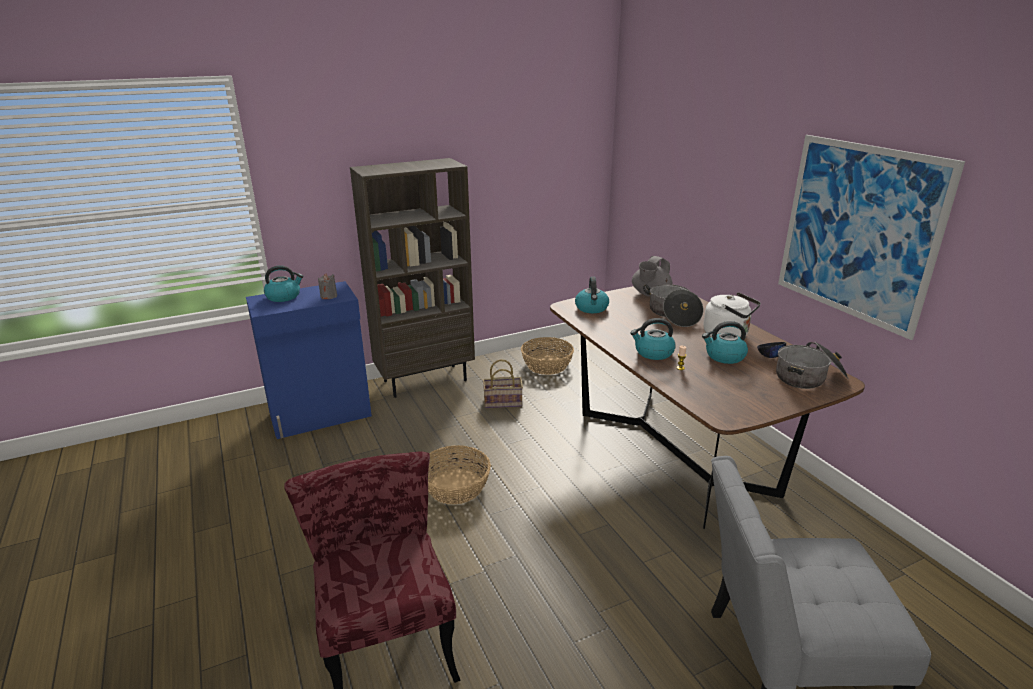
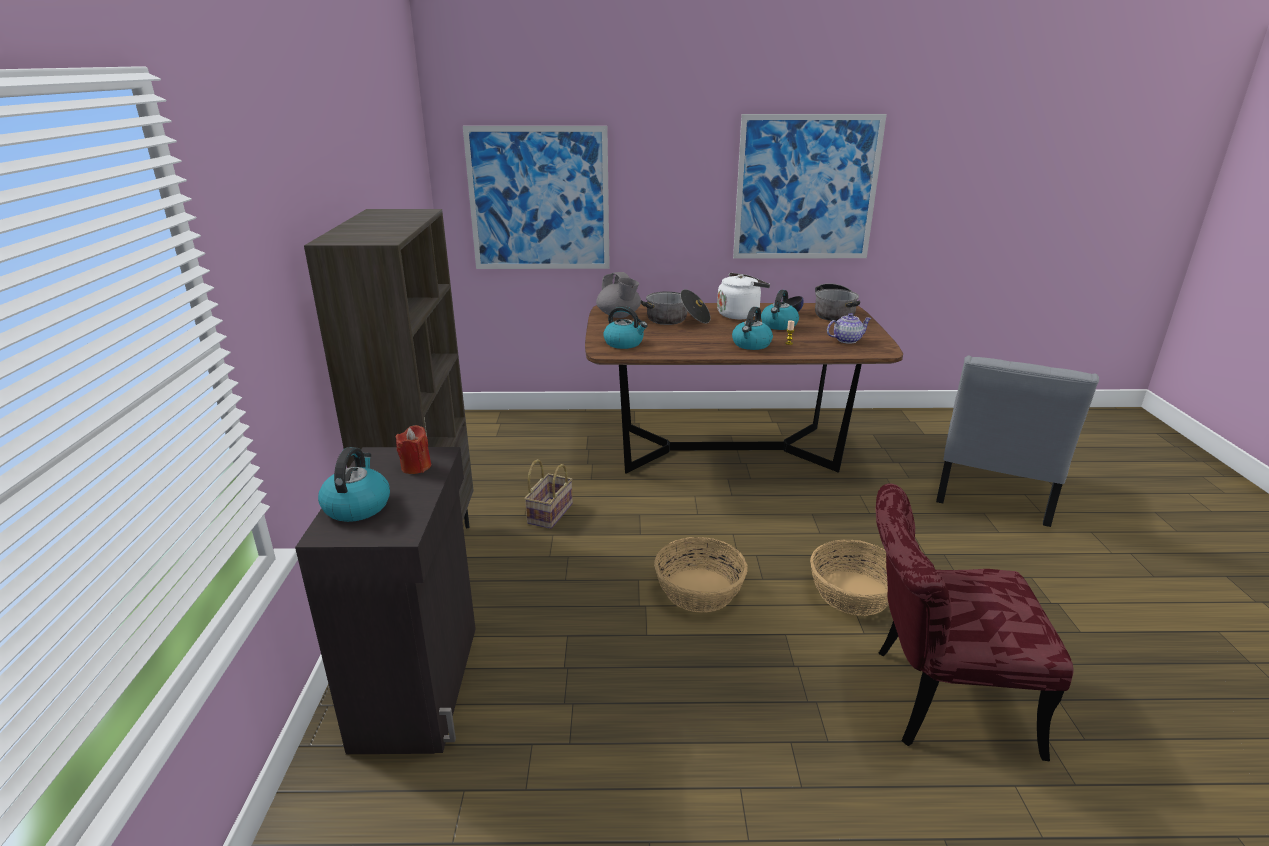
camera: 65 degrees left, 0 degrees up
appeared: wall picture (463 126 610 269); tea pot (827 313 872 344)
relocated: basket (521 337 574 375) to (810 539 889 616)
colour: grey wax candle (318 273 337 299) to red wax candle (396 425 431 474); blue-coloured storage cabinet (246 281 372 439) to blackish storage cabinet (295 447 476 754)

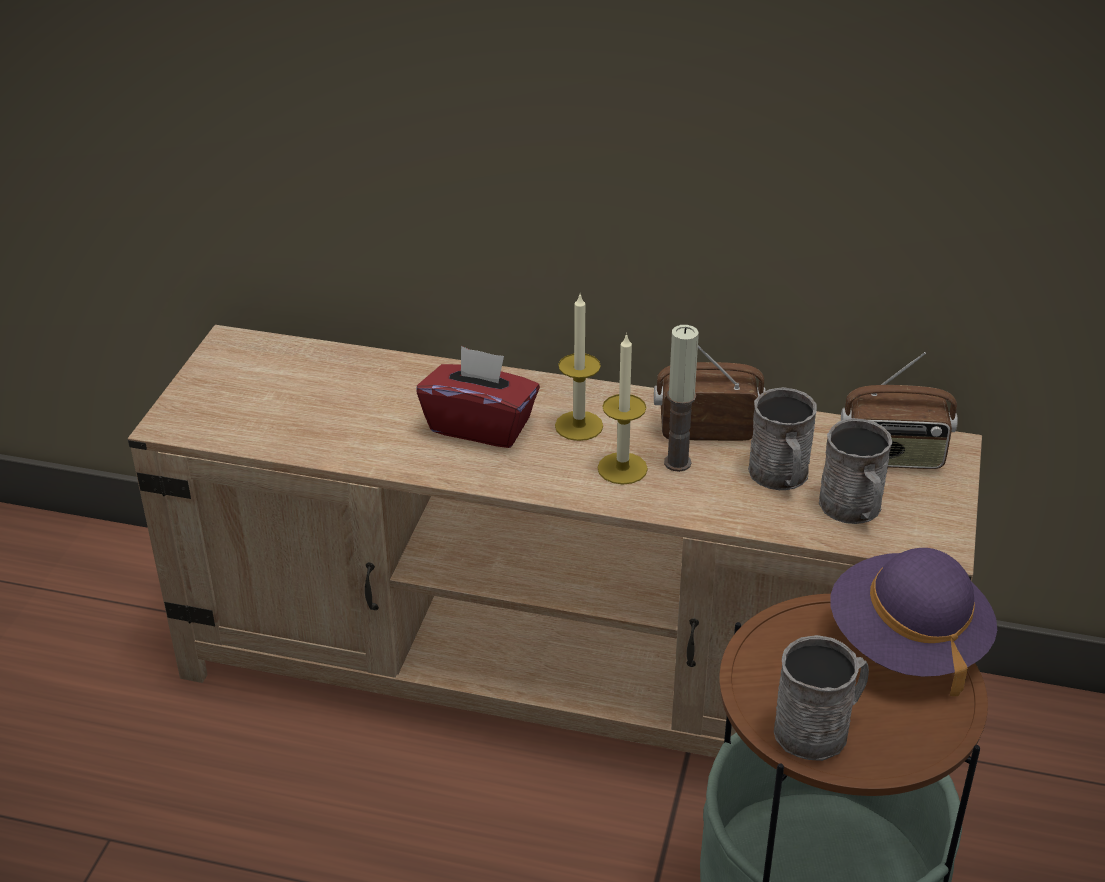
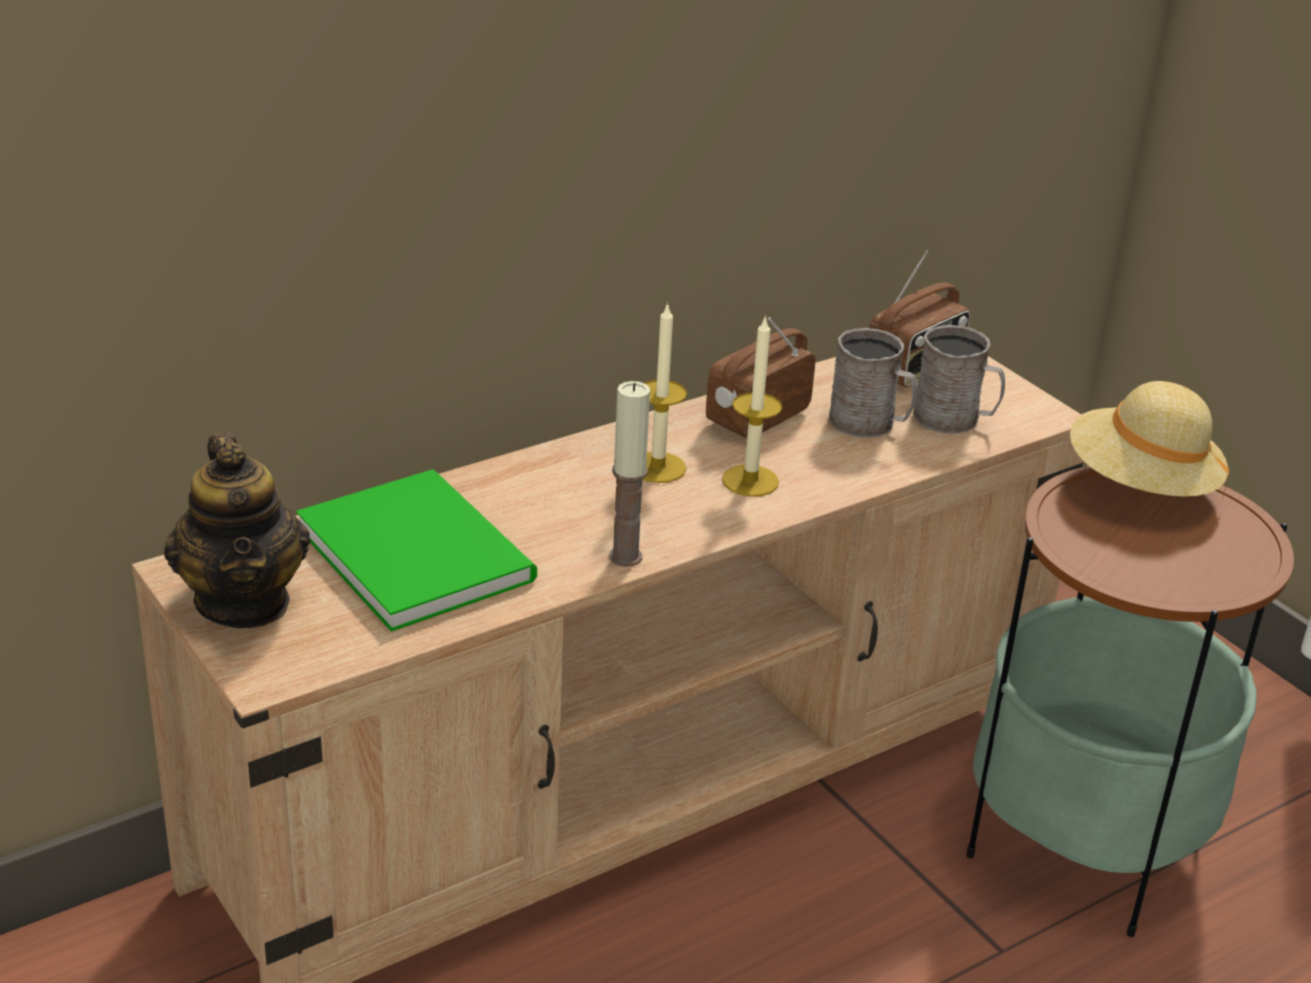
camera: 50 degrees left, 5 degrees down
missing: red tissue holder (416 346 540 448); grey coffee mug (774 635 869 761)
appeared: tea pot (164 433 310 628); green-coloured volume (296 469 537 632)
relocated: wax candle (664 325 699 472) to (609 381 650 567)
colour: purple-coloured hat (830 548 997 696) to sand-coloured hat (1070 381 1229 497)

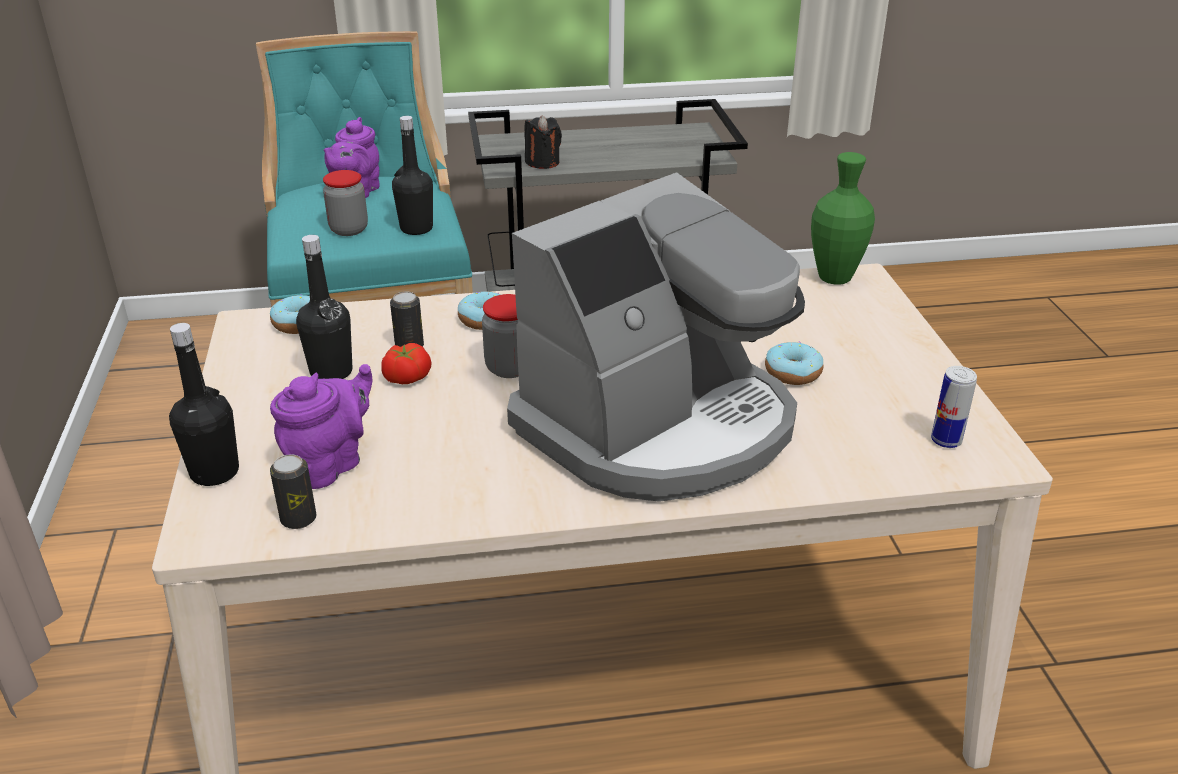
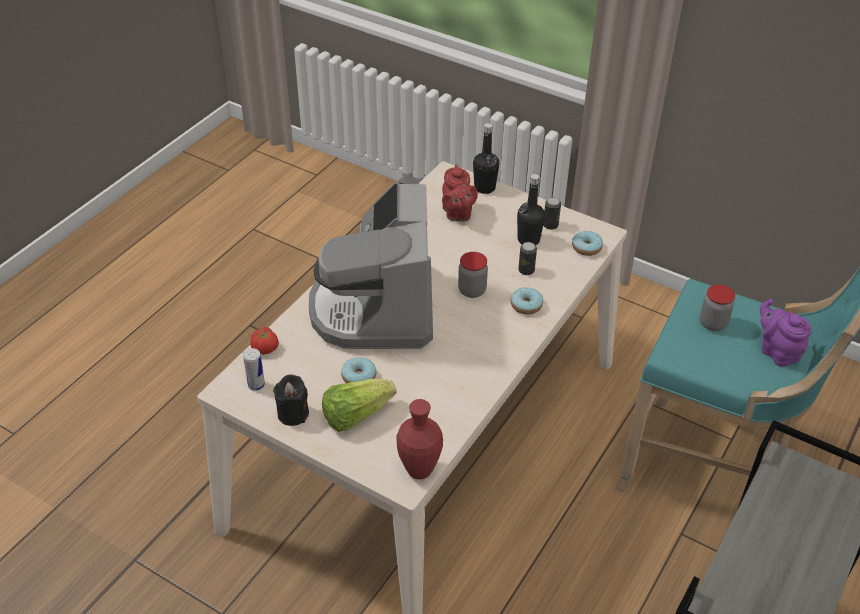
camera: 130 degrees right, 10 degrees up
missing: blackish bottle (392 116 433 235)
appeared: head of lettuce (322 379 396 432)
relocated: blackish wax candle (524 115 562 169) to (273 375 309 426); whole tomato (381 343 432 384) to (250 327 279 355); metal can (270 454 317 529) to (543 197 561 230)
colour: green-coloured decorative vase (811 152 875 285) to red decorative vase (396 399 443 480); purple-coloured tea pot (270 364 373 489) to red tea pot (442 164 478 221)

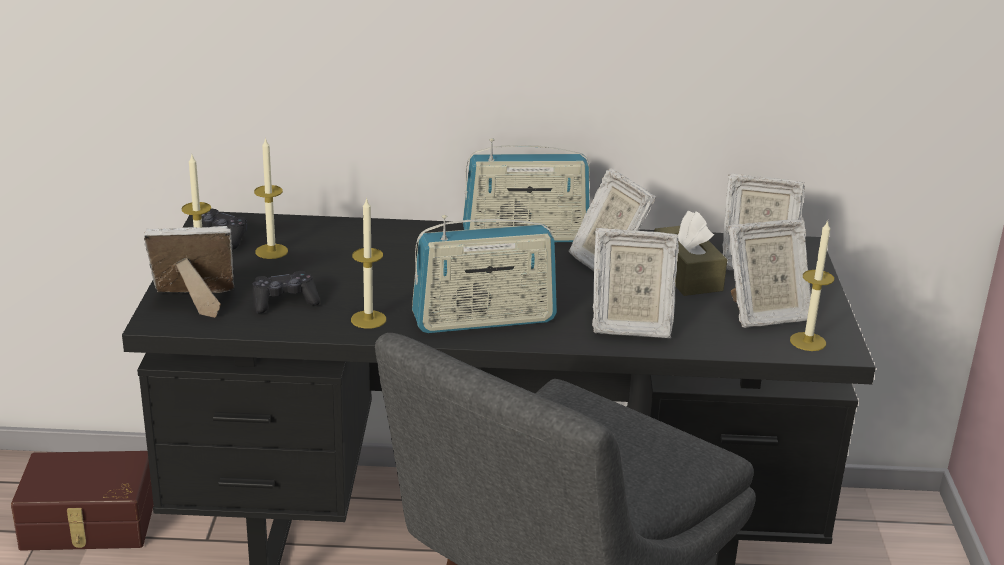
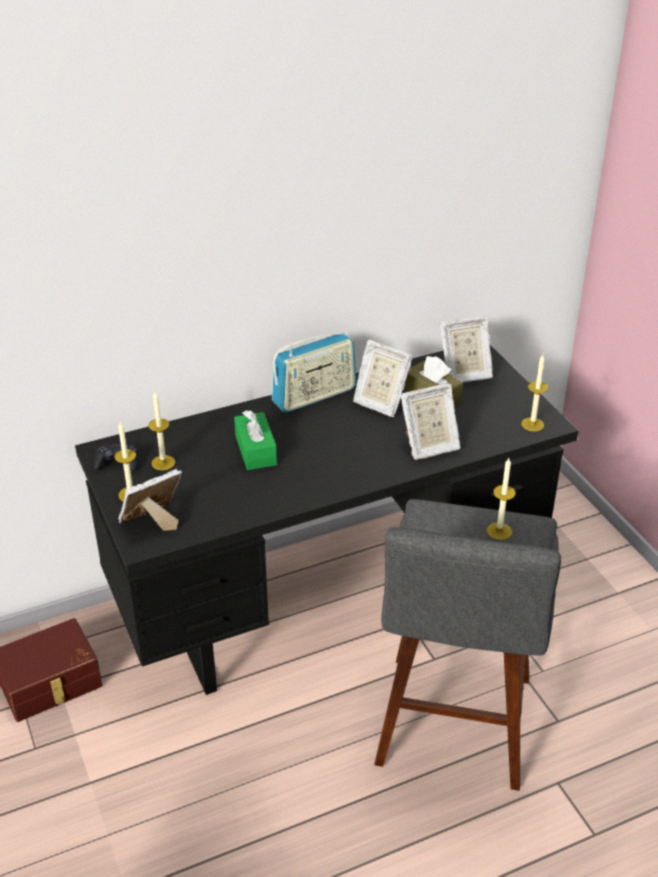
camera: 25 degrees left, 10 degrees up
missing: radio (412 215 557 333); photo frame (728 219 811 328); blackish game controller (252 271 320 313)
appeared: green-coloured tissue holder (234 410 277 470)
relocated: wax candle (351 197 386 329) to (487 458 516 540)

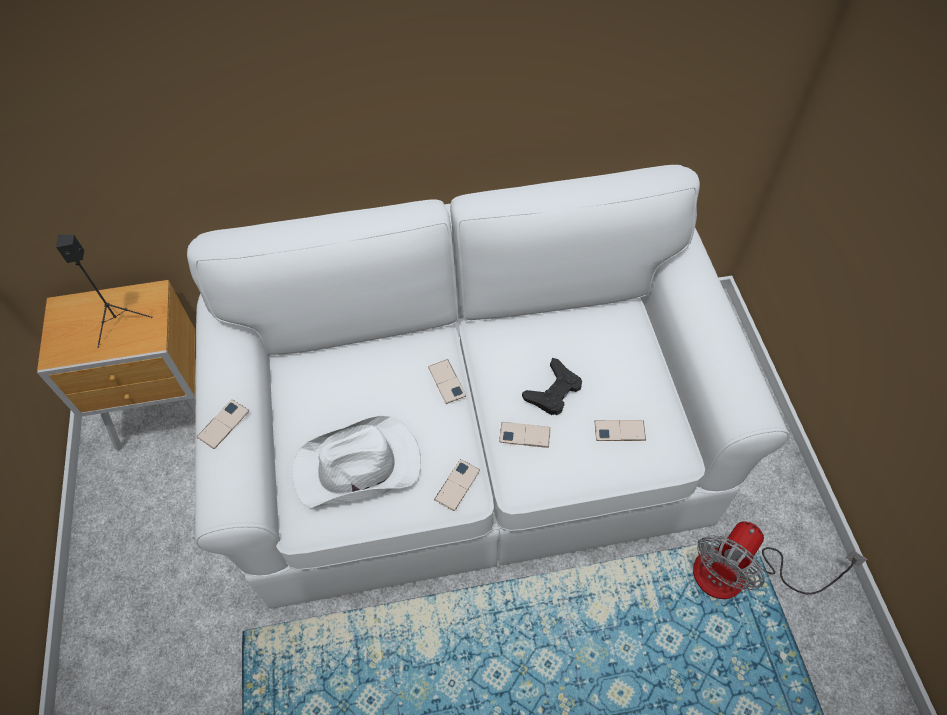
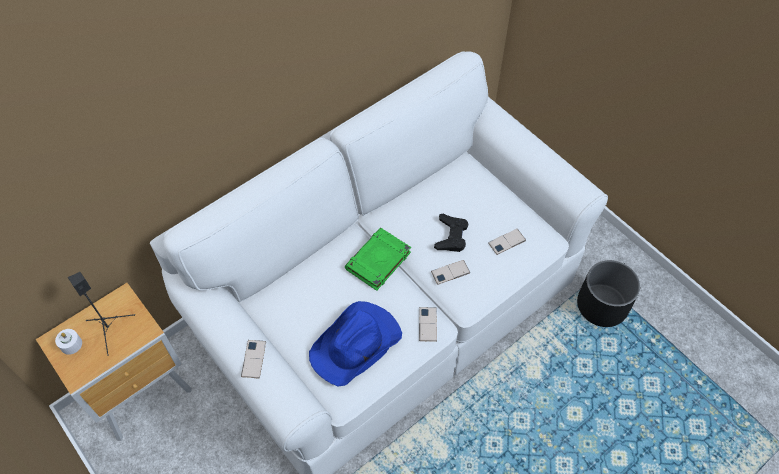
camera: 30 degrees left, 0 degrees up
appeared: white wax candle (55 329 82 355)
exchanged: telephone (428 359 466 404) to green-coloured volume (345 228 411 291); fan (693 521 867 599) to blackish flower pot (577 260 640 327)
colour: white hat (292 415 421 508) to blue-coloured hat (309 301 402 387)

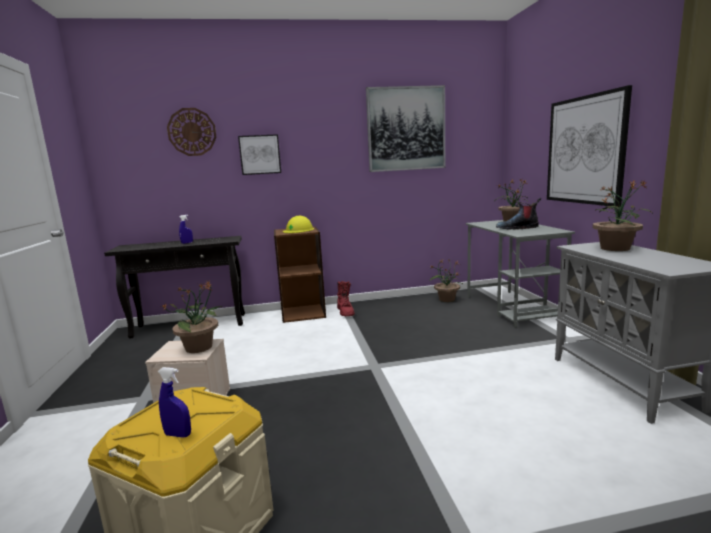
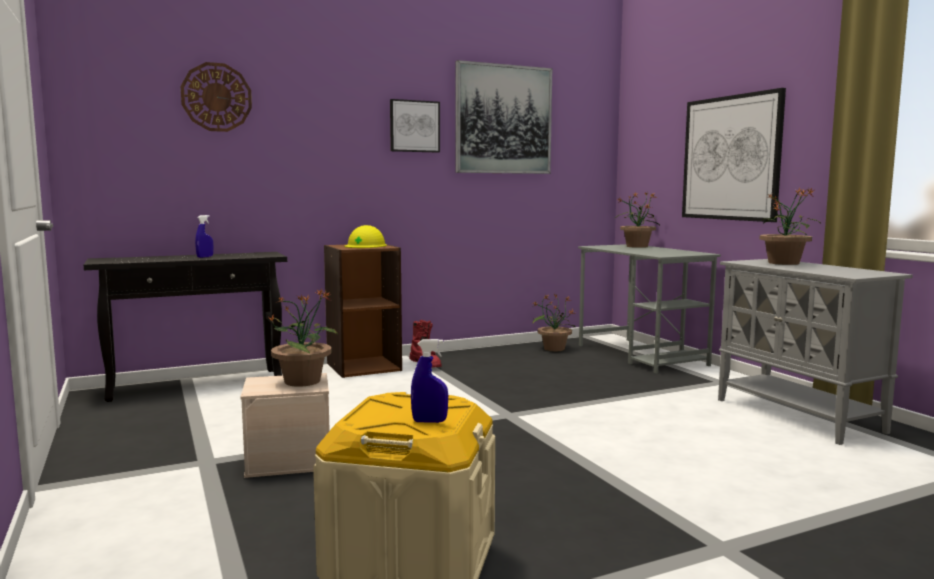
camera: 15 degrees left, 5 degrees down
missing: tall boot (496 198 541 230)
relocated: wall picture (238 134 281 175) to (390 99 440 153)

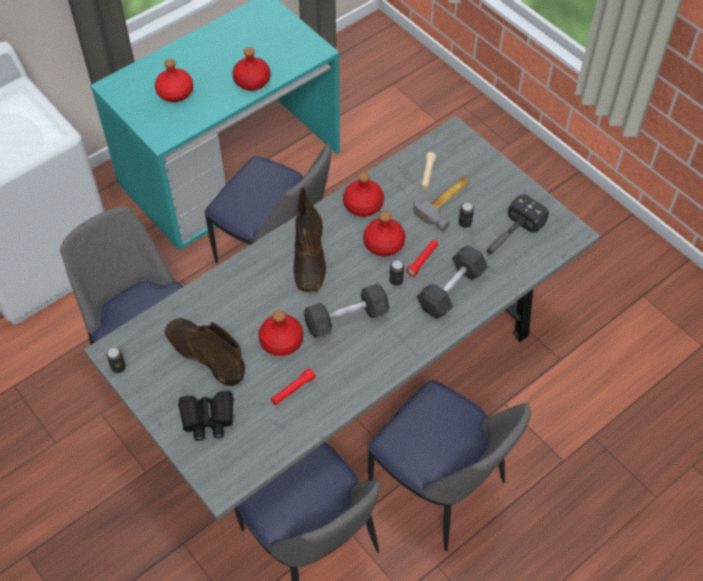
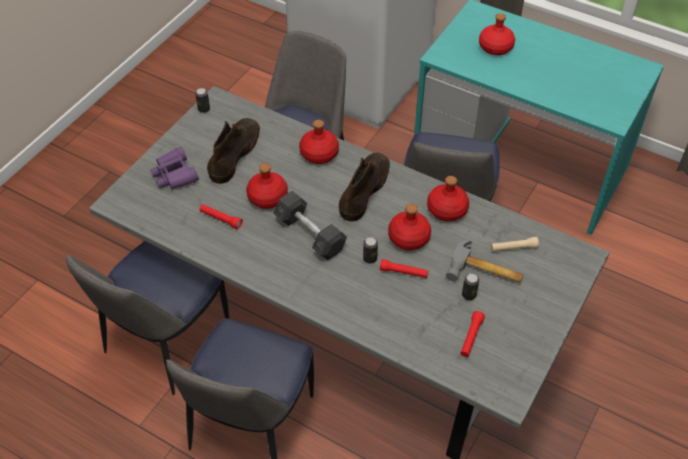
camera: 70 degrees right, 5 degrees down
missing: grey dumbbell (417 245 488 319)
relocated: red bottle (232 47 270 91) to (299 120 339 164)
exchanged: hand hammer (485 194 549 256) to red hand torch (460 311 485 357)
colour: blackish pair of binoculars (178 391 234 441) to purple-coloured pair of binoculars (150 147 199 190)
spun: brownish tall boot (294 187 326 293) = (339 153 390 221) 135 degrees clockwise

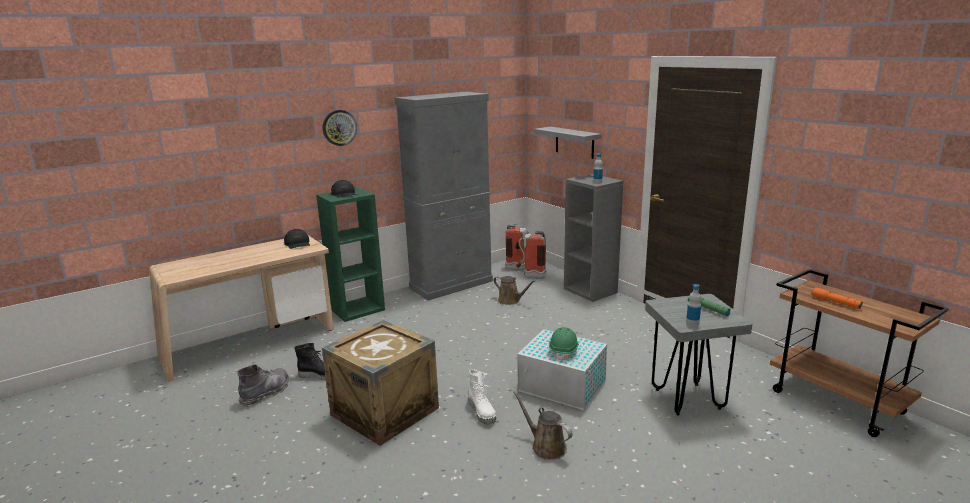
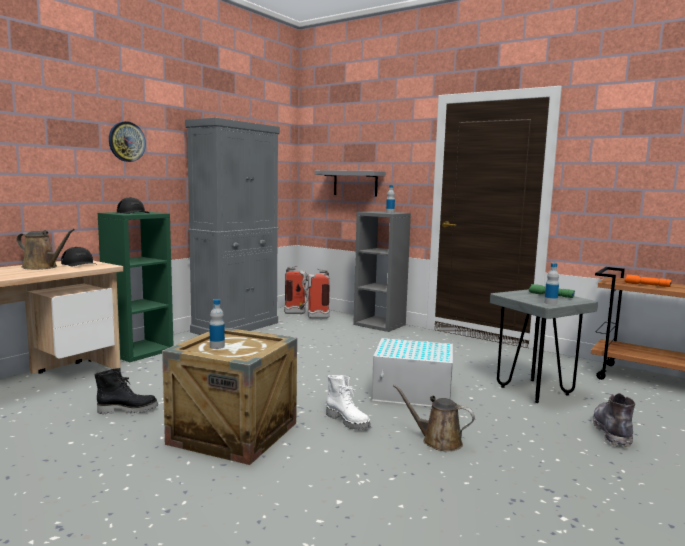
camera: 20 degrees left, 10 degrees down
missing: green-coloured work helmet (549 327 579 361)
appeared: bottle (209 299 225 349)
relocated: brownish watering can (494 276 536 305) to (16 229 75 270); grey tall boot (237 364 289 407) to (593 393 635 447)

